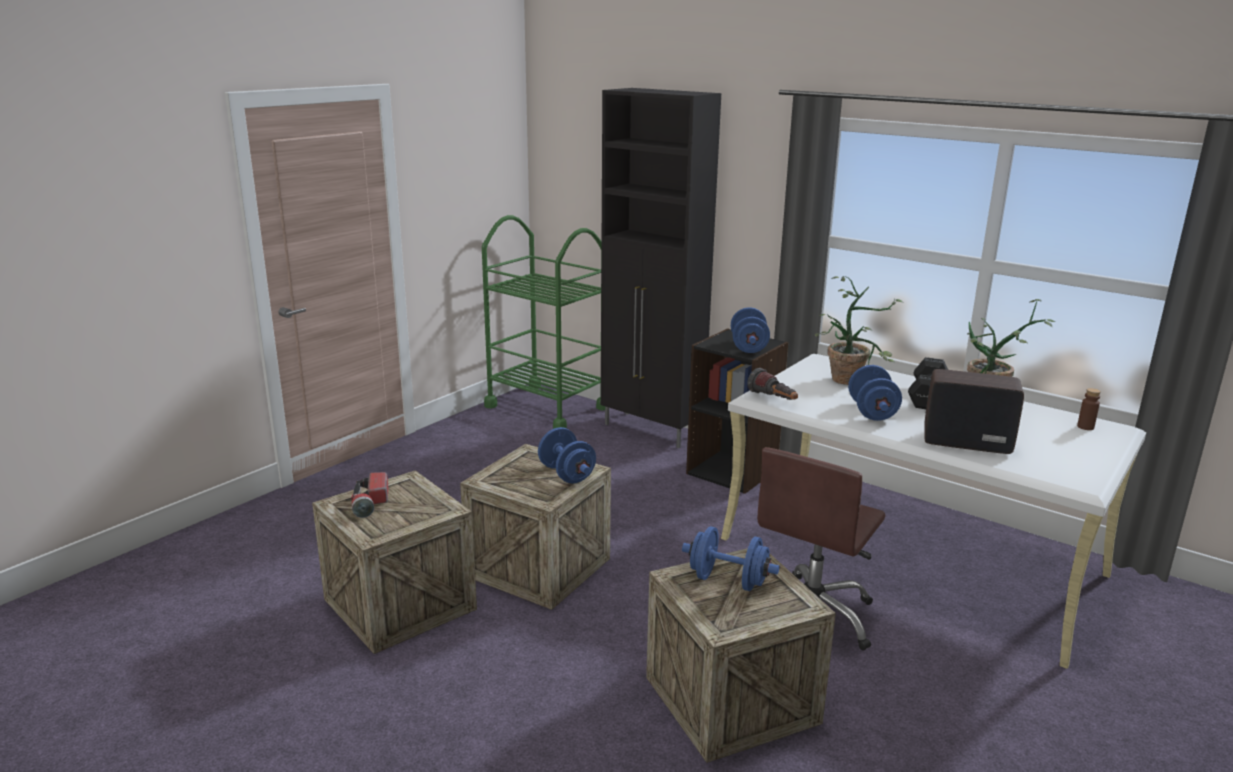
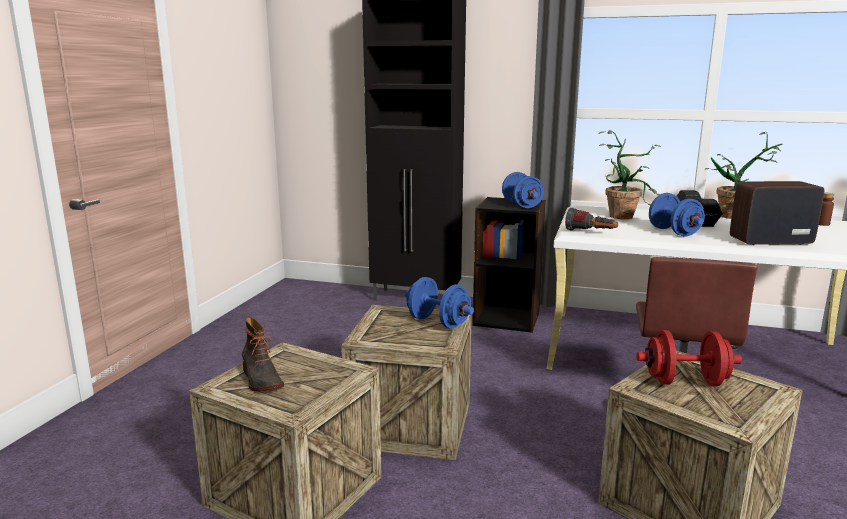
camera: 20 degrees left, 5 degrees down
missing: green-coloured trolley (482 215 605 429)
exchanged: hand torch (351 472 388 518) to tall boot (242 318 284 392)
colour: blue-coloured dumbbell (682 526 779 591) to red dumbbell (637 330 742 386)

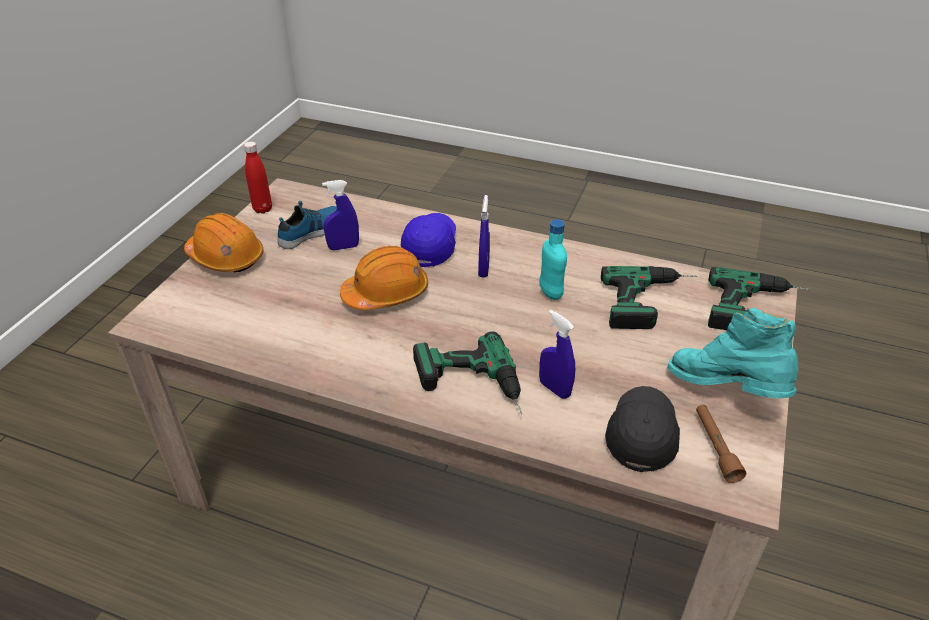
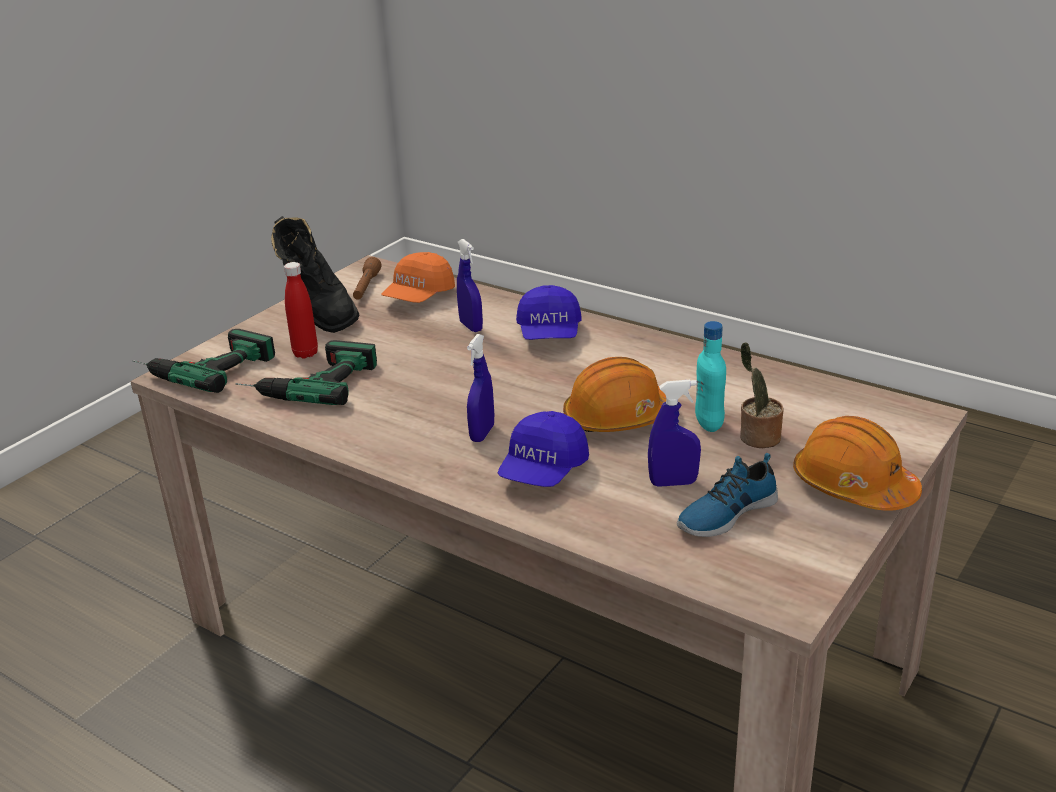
camera: 165 degrees left, 10 degrees down
appeared: houseplant (740 342 784 448)
relocated: red bottle (244 141 272 214) to (284 262 318 359); blue-green bottle (539 219 567 300) to (695 321 726 432)
exchanged: electric drill (413 331 522 414) to blue-coloured cap (516 285 582 340)
colour: blue-green tall boot (667 308 798 399) to blackish tall boot (271 216 360 333); blackish cap (605 386 680 472) to orangey cap (381 252 455 303)

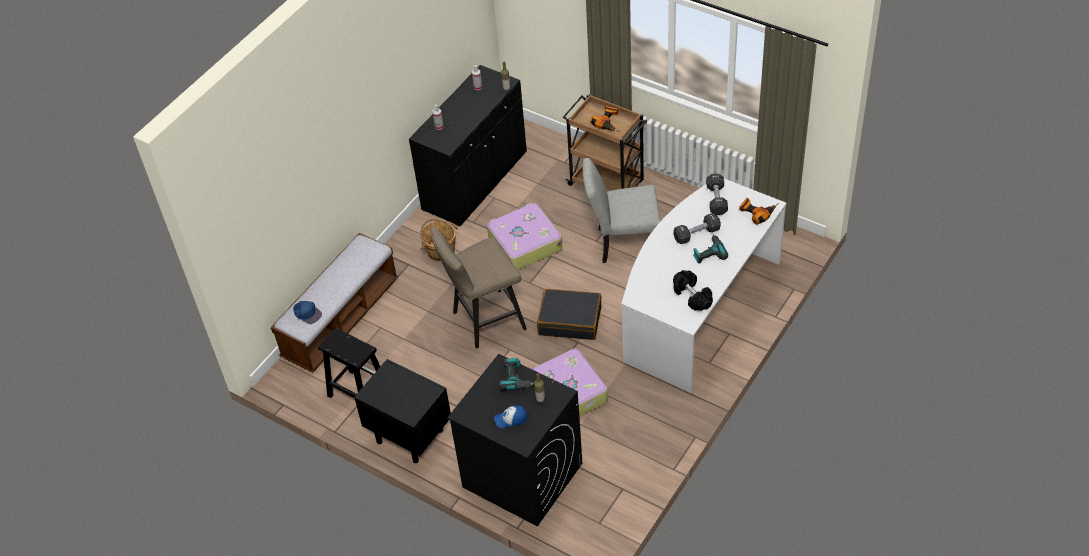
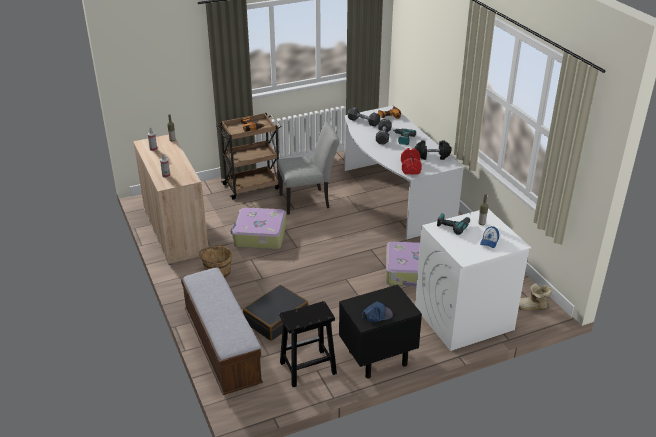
camera: 60 degrees left, 15 degrees down
missing: sand-coloured sitting stool (430 227 527 349)
appeared: red dumbbell (401 148 422 175); tall boot (519 283 553 310)
relocated: blackish piece of luggage (537 289 602 340) to (243 285 308 341); blue-coloured cap (293 301 322 324) to (362 301 393 322)
colour: blackish storage cabinet (409 65 527 227) to sand-coloured storage cabinet (133 135 208 265); blackish washing machine (447 354 583 527) to white washing machine (415 209 531 351)
spun: grey chair (583 158 660 263) = (277 122 339 215) 135 degrees counterclockwise

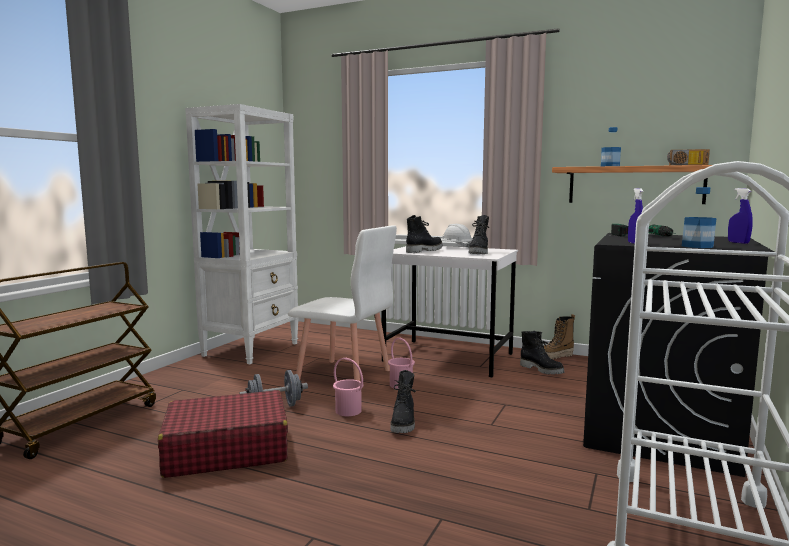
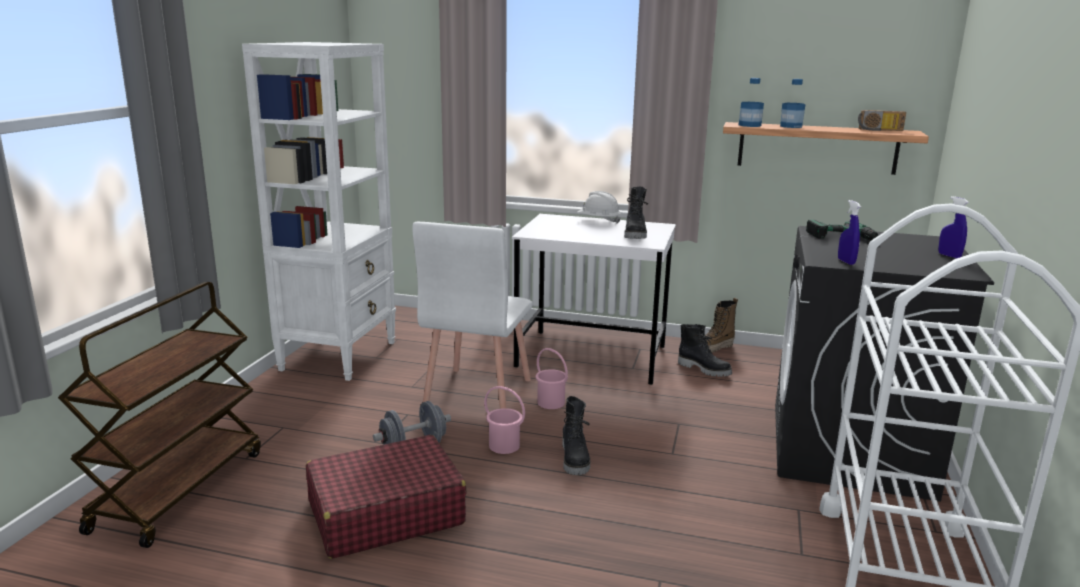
camera: 10 degrees left, 10 degrees up
missing: blackish tall boot (406 215 443 253)
relocated: bottle (682 187 716 248) to (739 78 764 127)
spun: white chair (288 225 397 381) = (412 222 533 409) 90 degrees clockwise

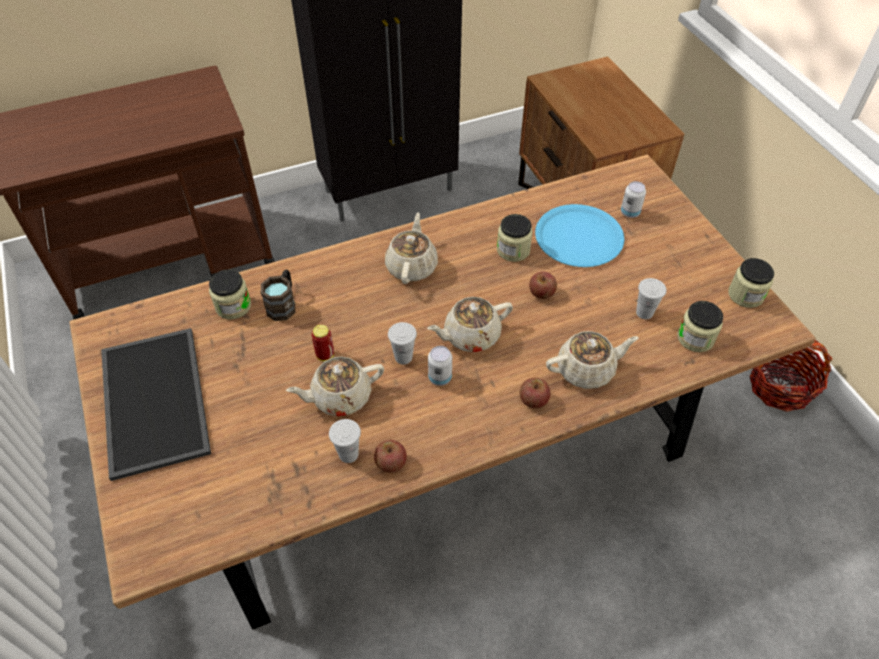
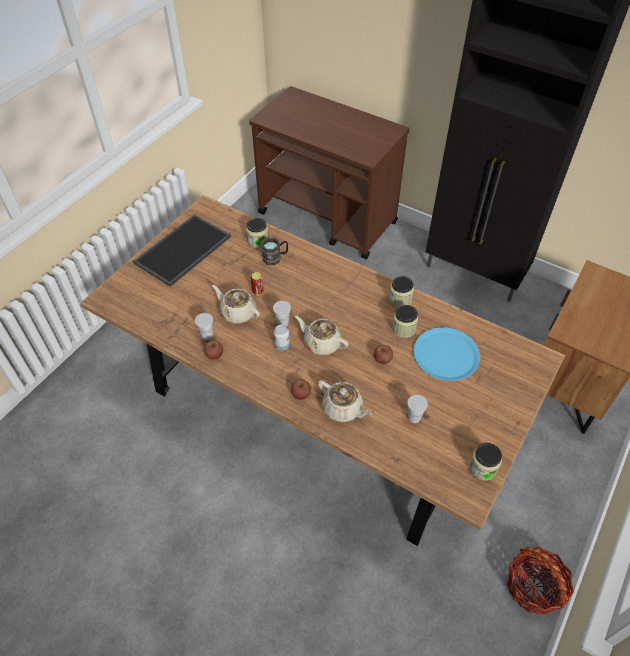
camera: 55 degrees right, 0 degrees up
missing: metal can (621 181 646 218); sand-coloured tea pot (385 213 438 284)
relocated: jar (677 301 723 352) to (389 276 414 308)

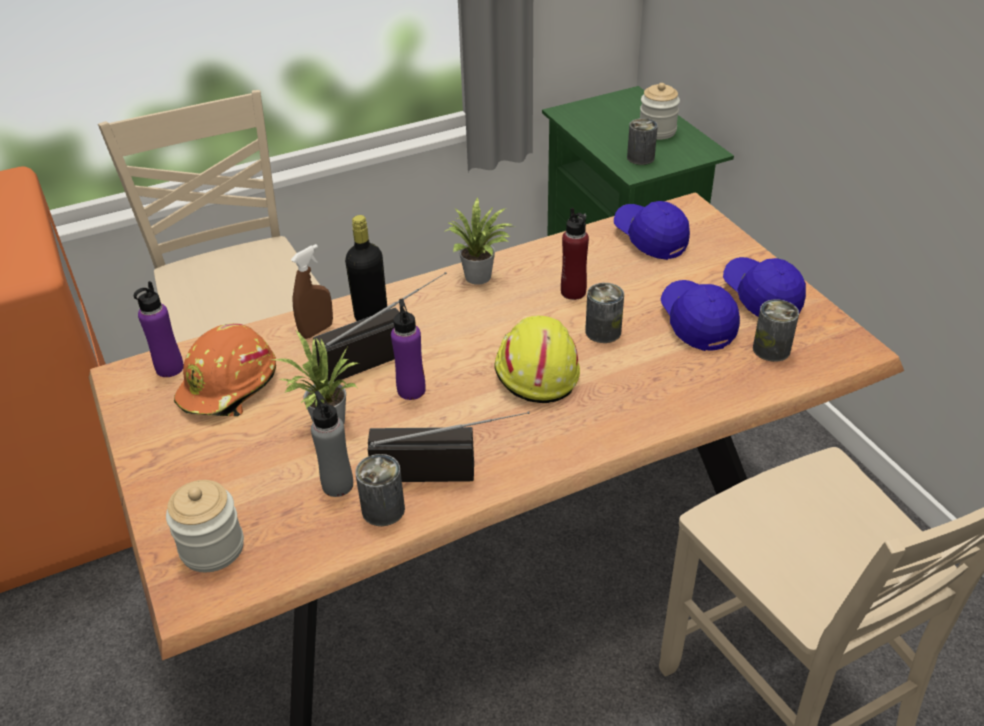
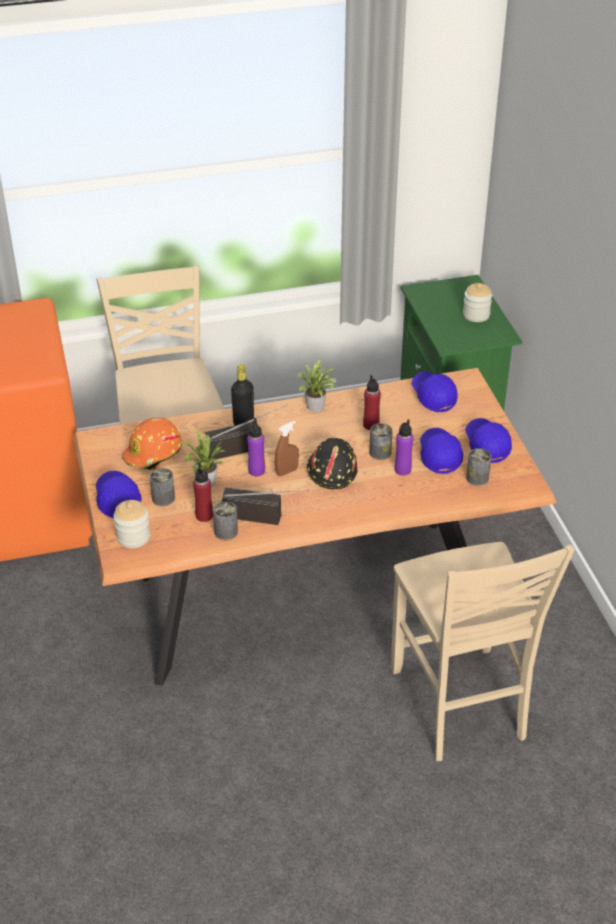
camera: 10 degrees right, 0 degrees up
appeared: blue-coloured cap (96 471 142 518)
relocated: metal can (627 118 658 165) to (150 468 175 506); brownish sprayer (291 244 333 339) to (275 421 299 476); purple-coloured bottle (134 281 184 377) to (395 419 414 475)
colour: yellow work helmet (495 316 580 403) to blackish work helmet (307 438 357 490); grey bottle (311 391 353 497) to red bottle (193 462 213 522)

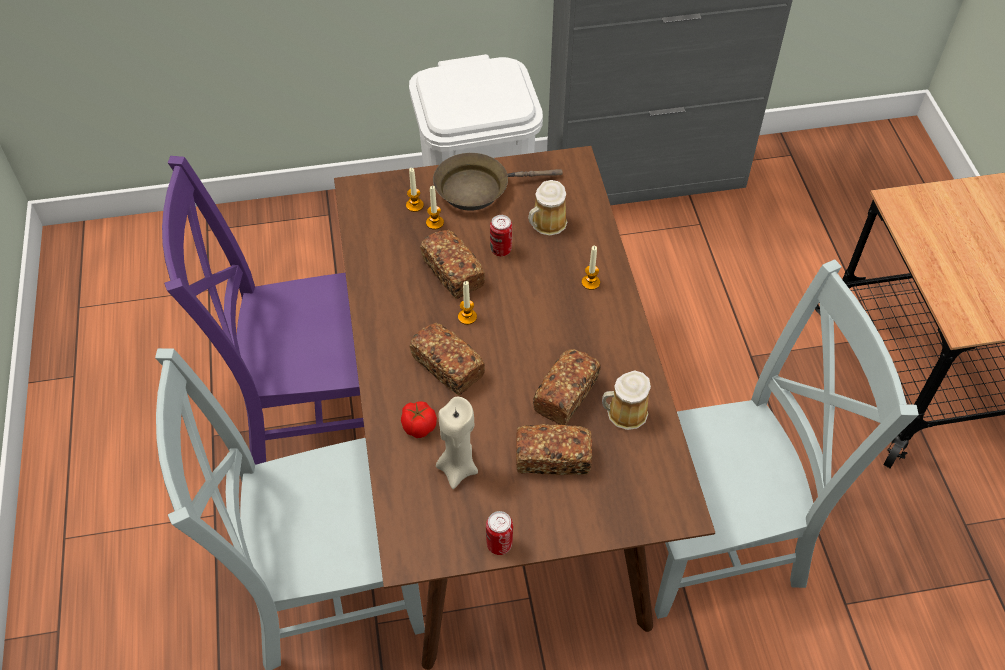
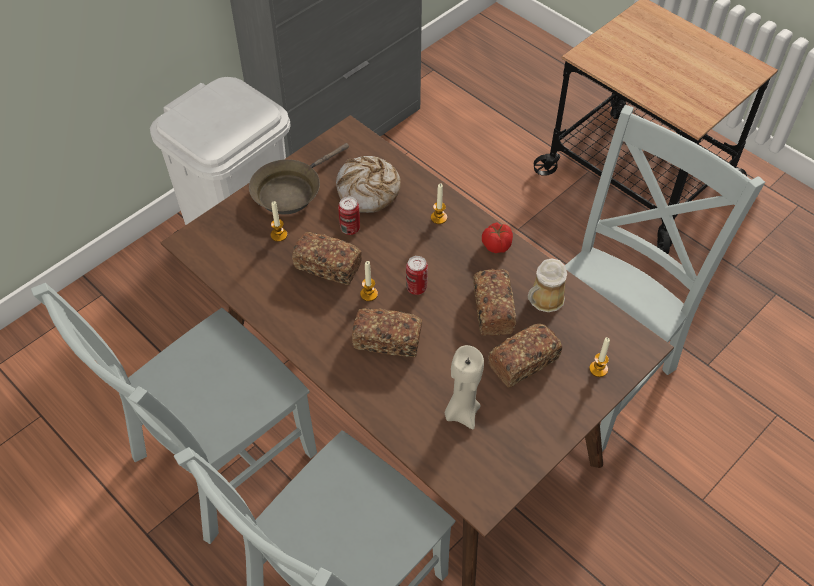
camera: 35 degrees left, 0 degrees up
relocated: wax candle (406 168 424 212) to (589 337 610 377); whole tomato (401 401 437 438) to (482 222 513 253); metal can (486 511 513 555) to (406 256 428 295)
exchanged: coffee mug (528 180 567 236) to bakery bread (336 156 401 213)
colour: purple-coloured chair (162 156 364 465) to grey chair (31 283 317 544)

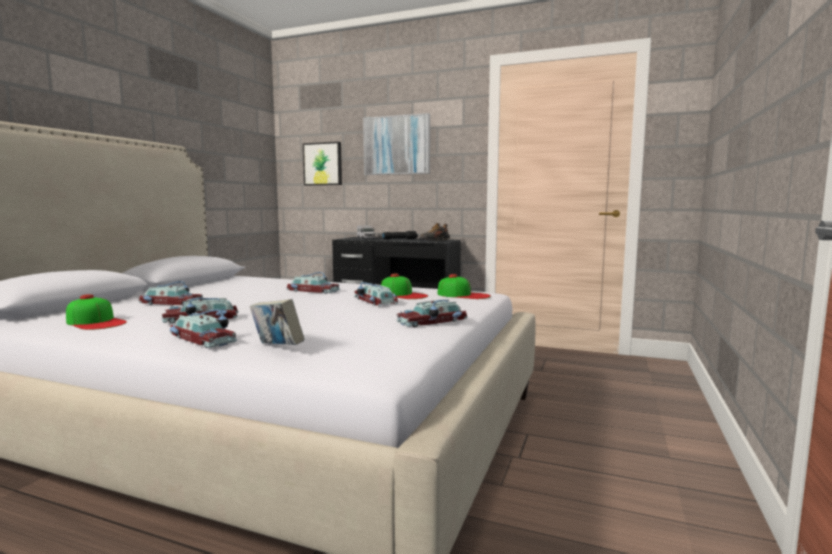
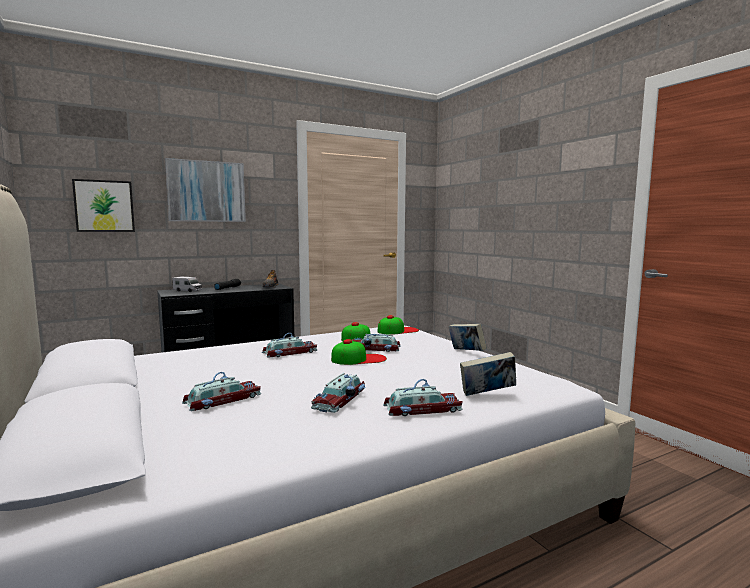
camera: 50 degrees left, 0 degrees up
relocated: cap (66 294 127 330) to (331 339 387 365)
exchanged: toy car (396 299 467 327) to volume (448 324 487 351)

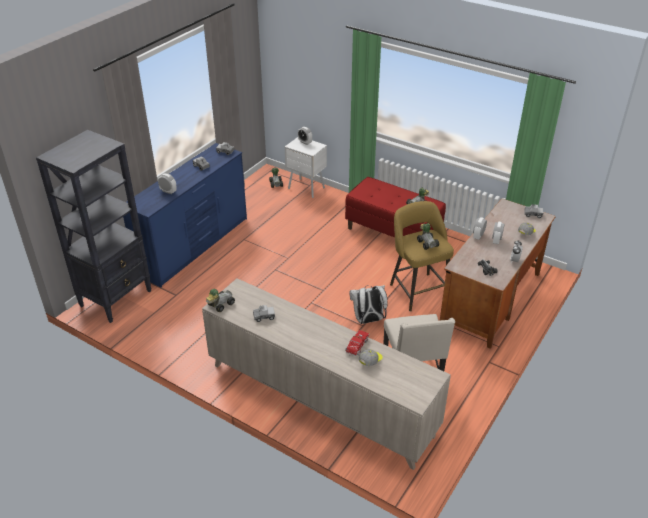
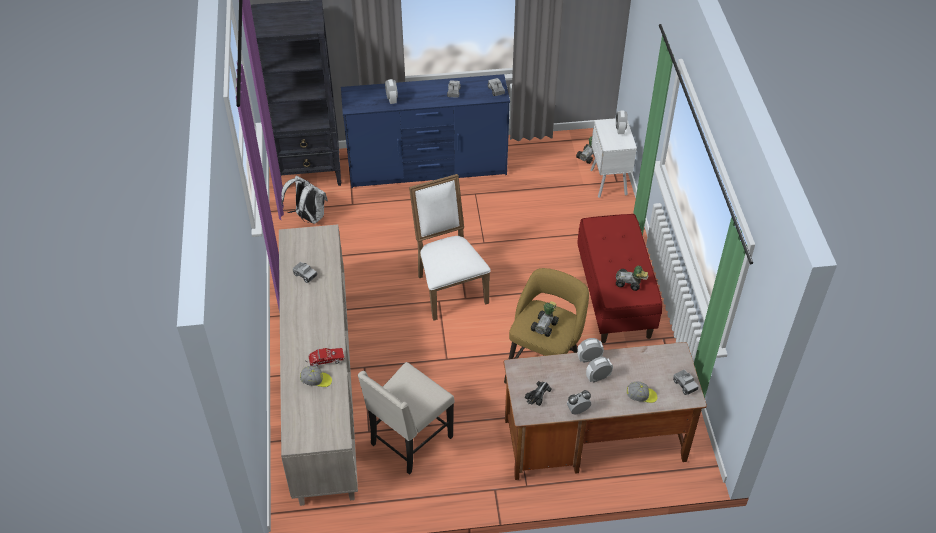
camera: 50 degrees right, 10 degrees up
missing: toy car (206 289 235 312)
appeared: white chair (409 174 491 321)
relocated: white knapsack (349 285 388 324) to (281 176 328 224)

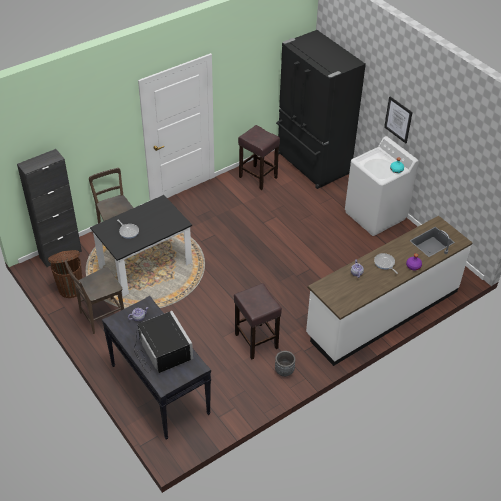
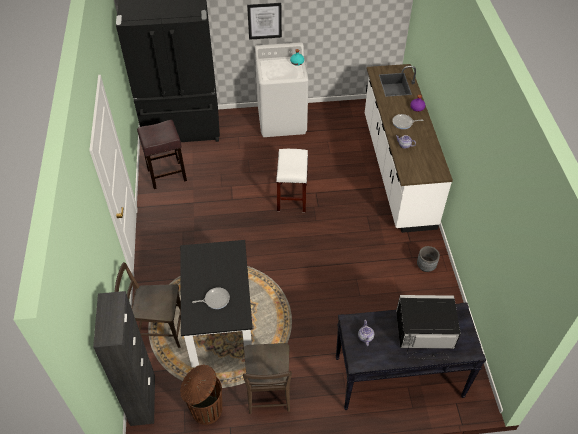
camera: 60 degrees left, 5 degrees up
missing: brownish sitting stool (234 283 282 360)
appeared: white sitting stool (276 149 308 213)

